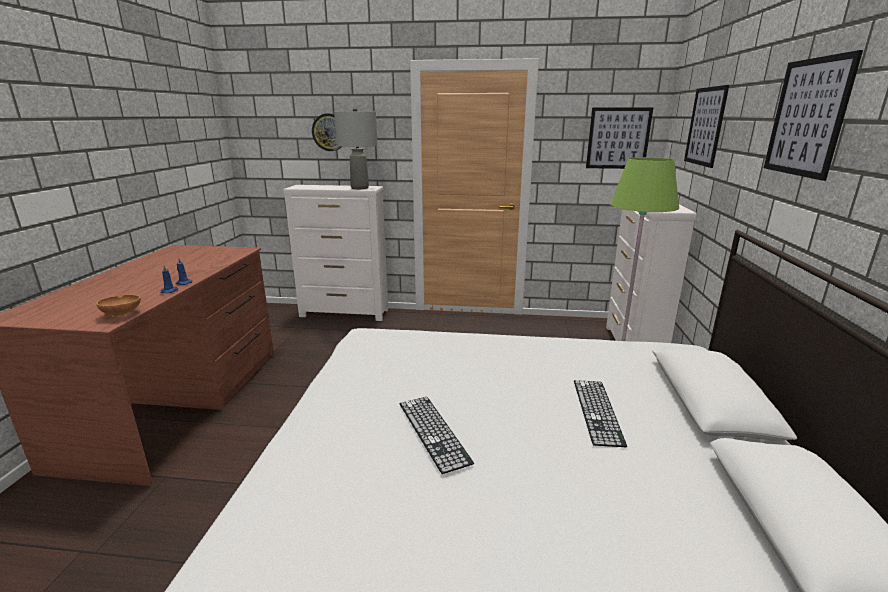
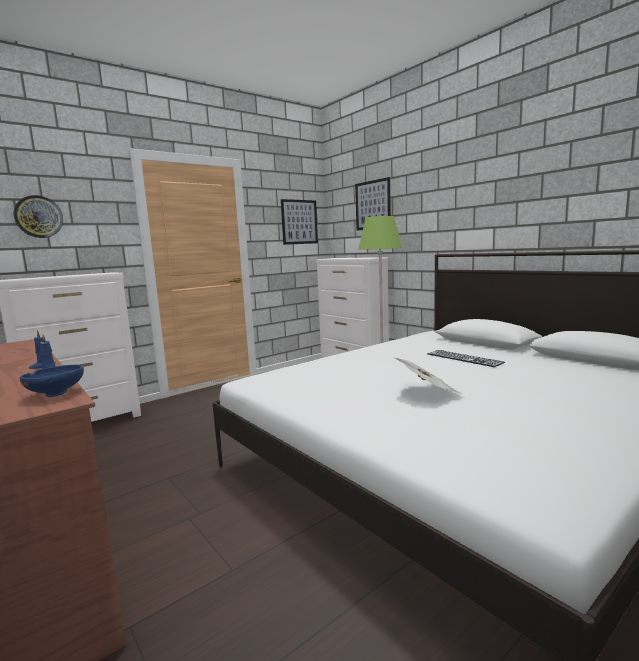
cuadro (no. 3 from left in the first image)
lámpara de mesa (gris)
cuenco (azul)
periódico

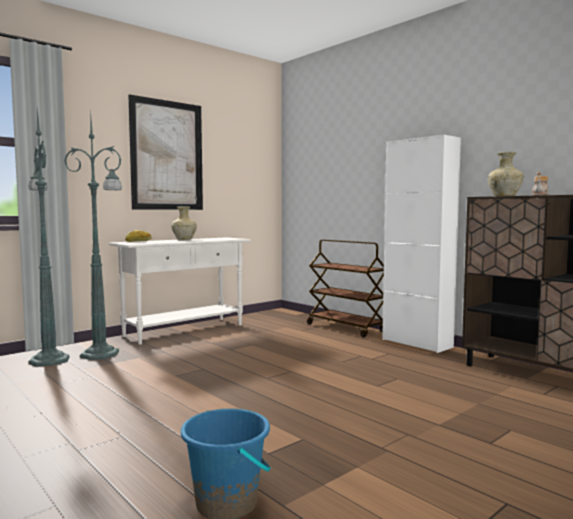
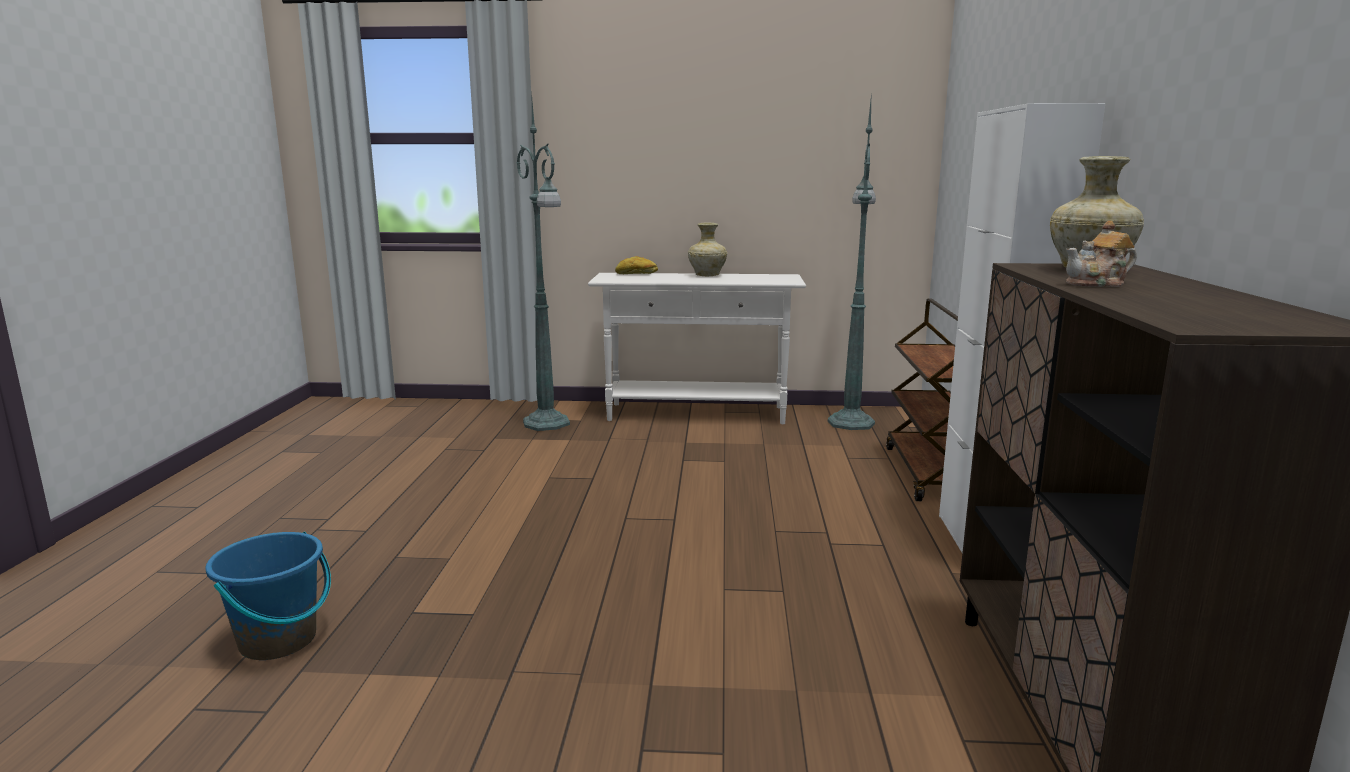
cuadro
lámpara de pie (verde) (no. 2 from left)

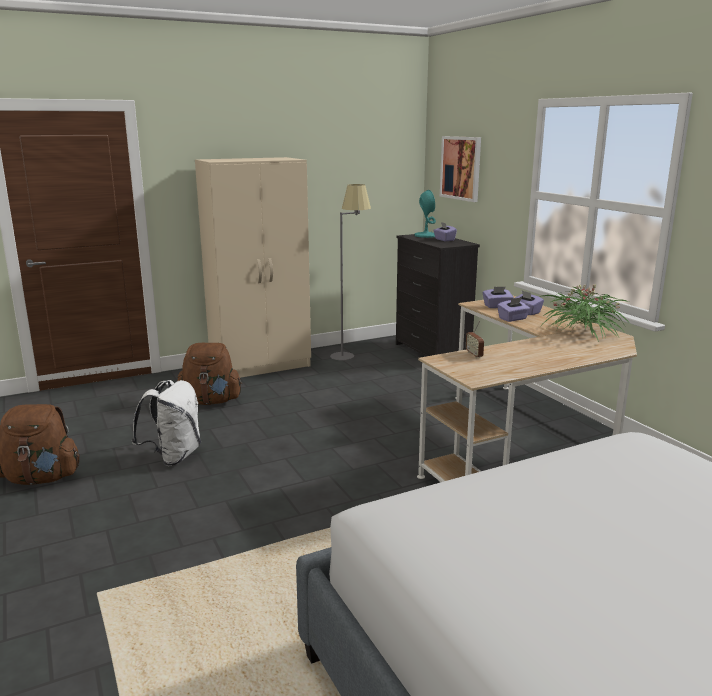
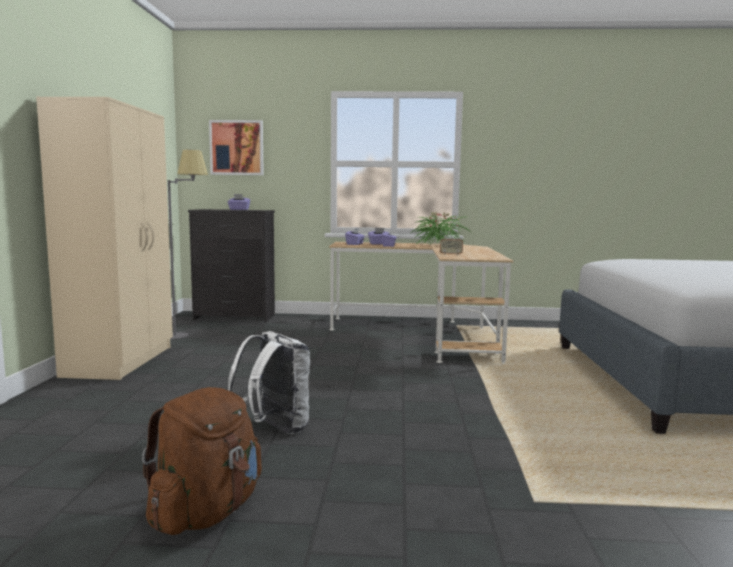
lámpara de mesa (turquesa)
mochila (marrón) (no. 2 from left in the first image)

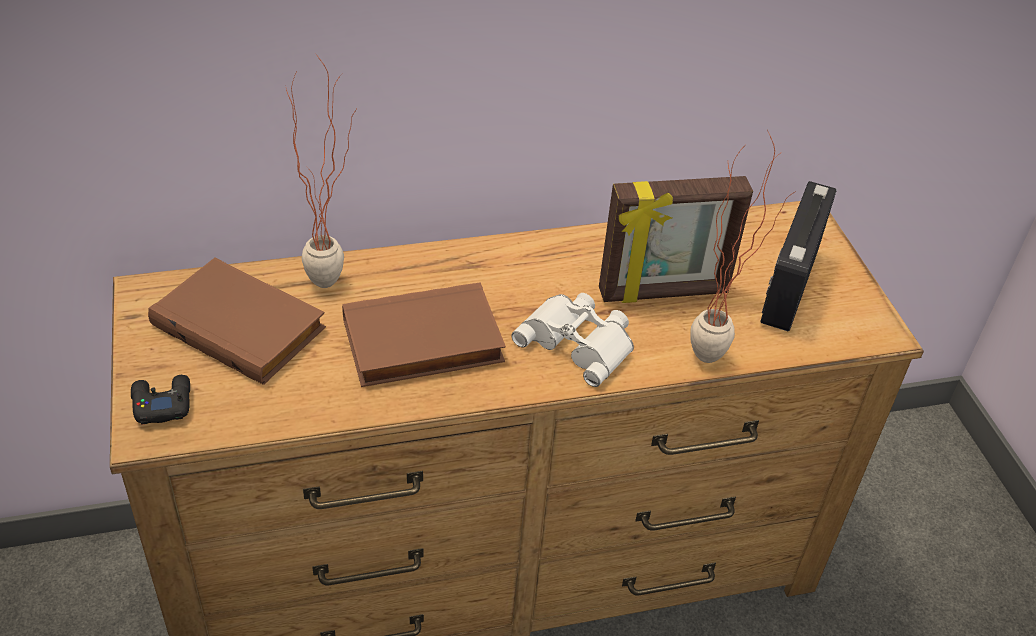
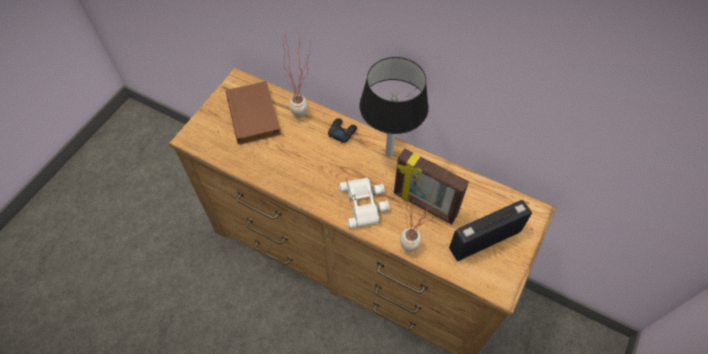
libro (marrón) (no. 2 from left in the first image)
mando de consola (negro)
lámpara de mesa (negro)

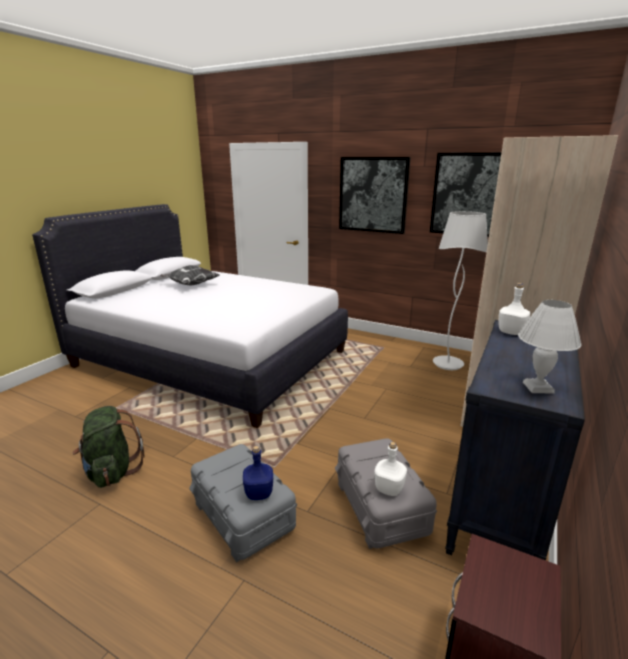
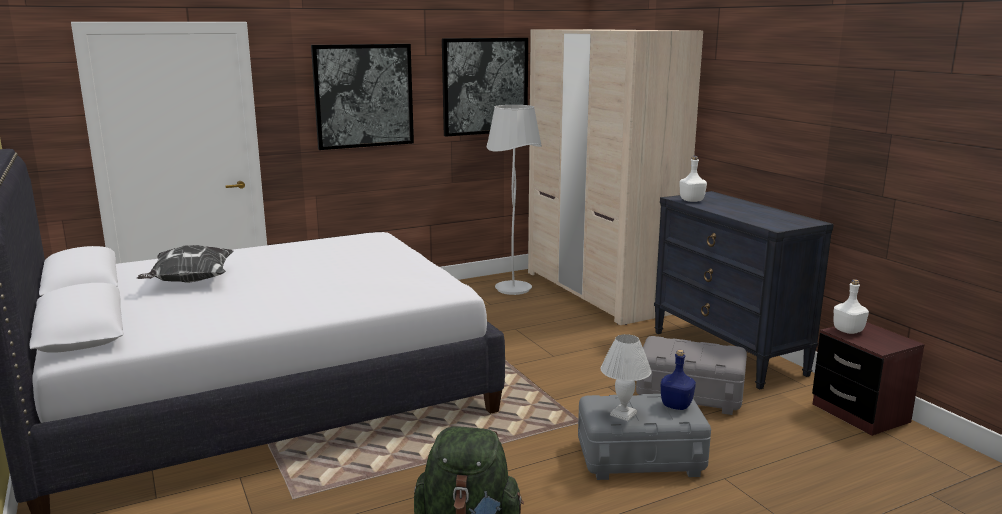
lámpara de mesa (blanco)
botella (blanco) (no. 2 from left)

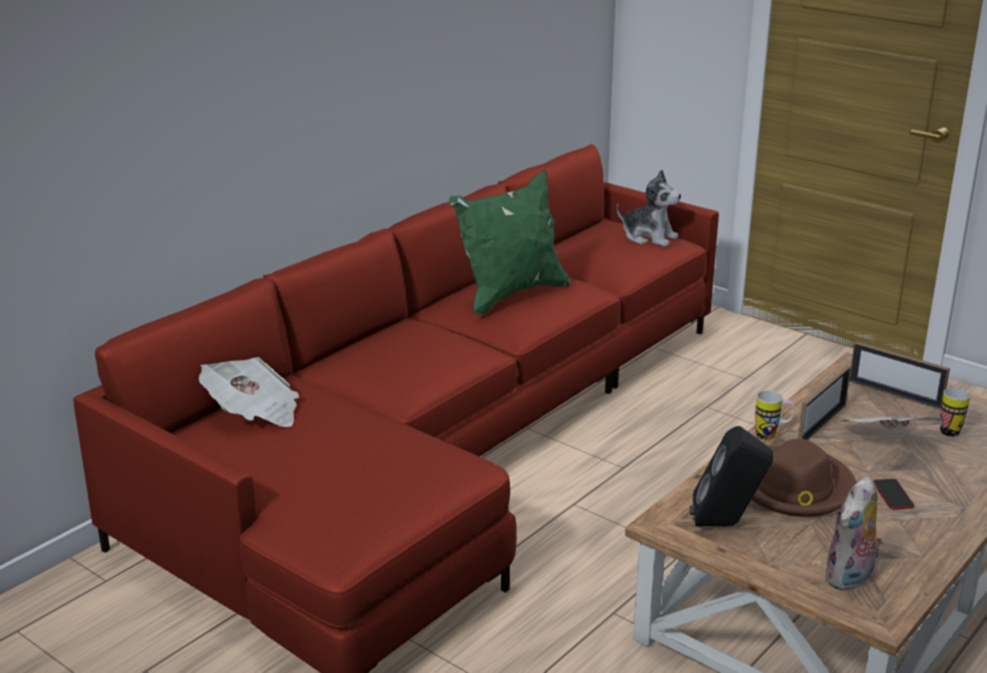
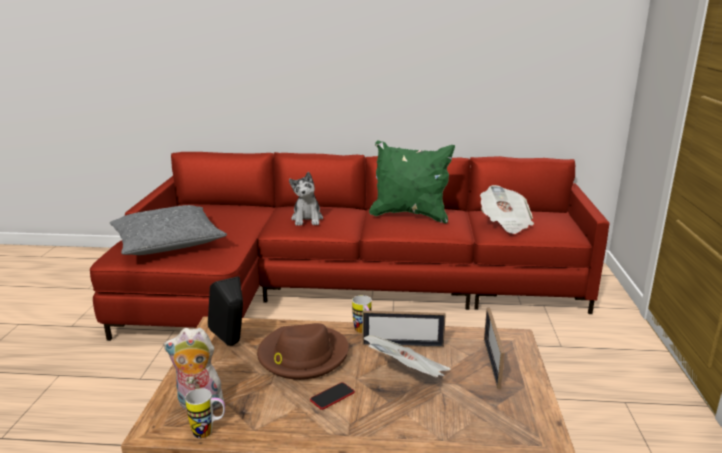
peluche (no. 2 from left)
periódico (no. 2 from left)
taza grande (no. 1 from left)
cojín (gris)

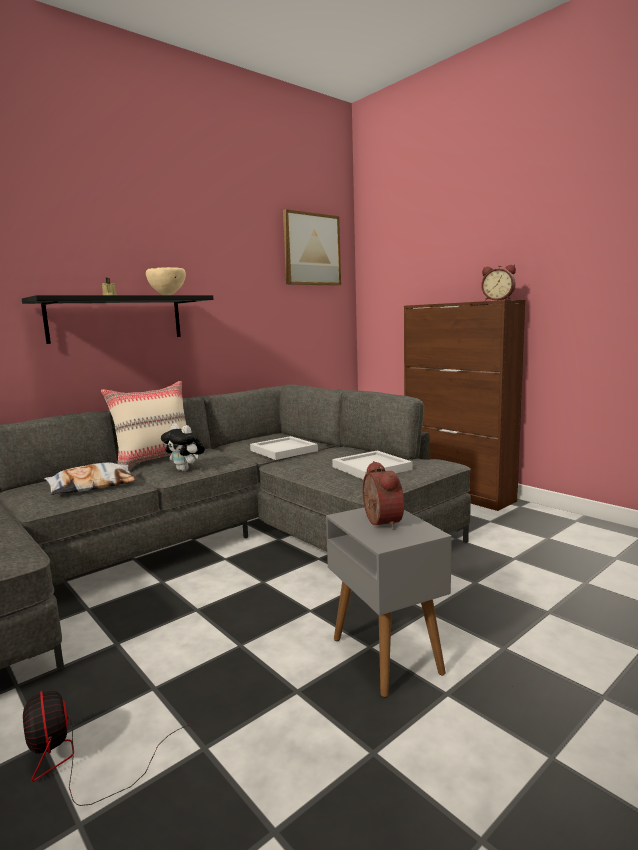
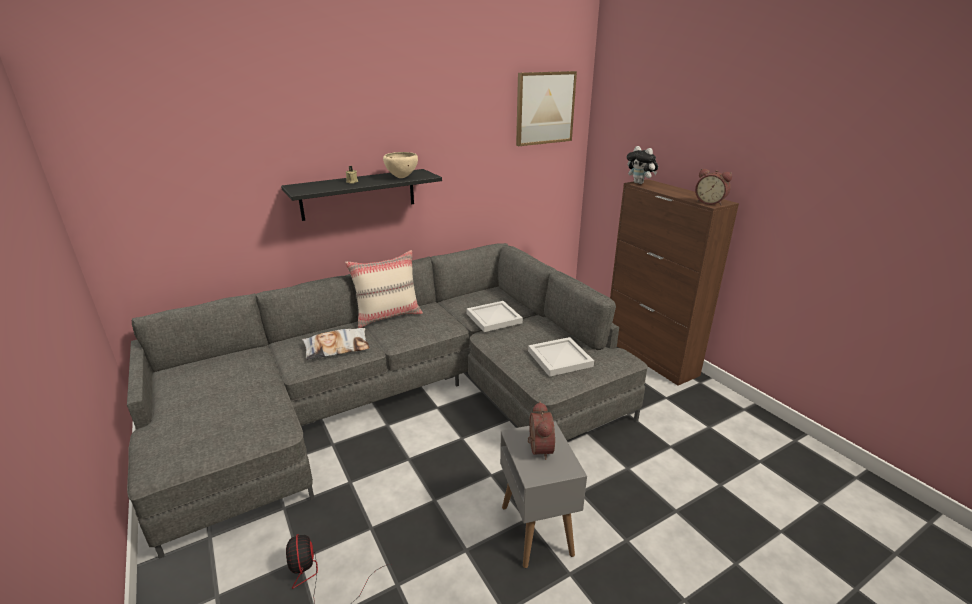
peluche

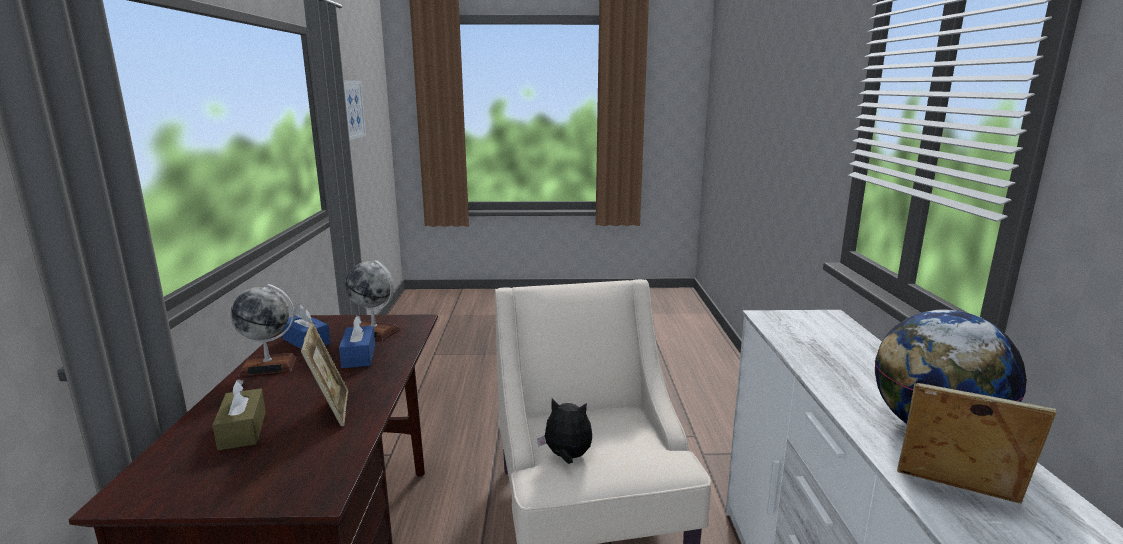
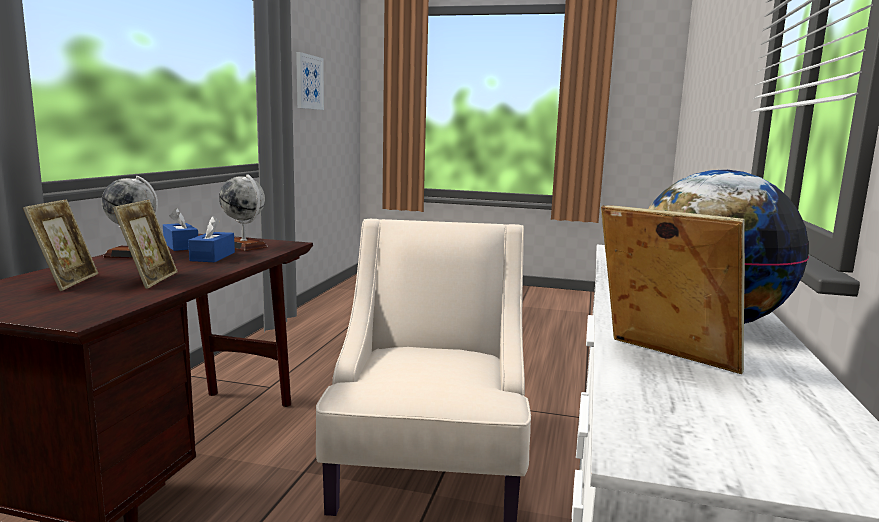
portarretratos (no. 1 from left)
peluche

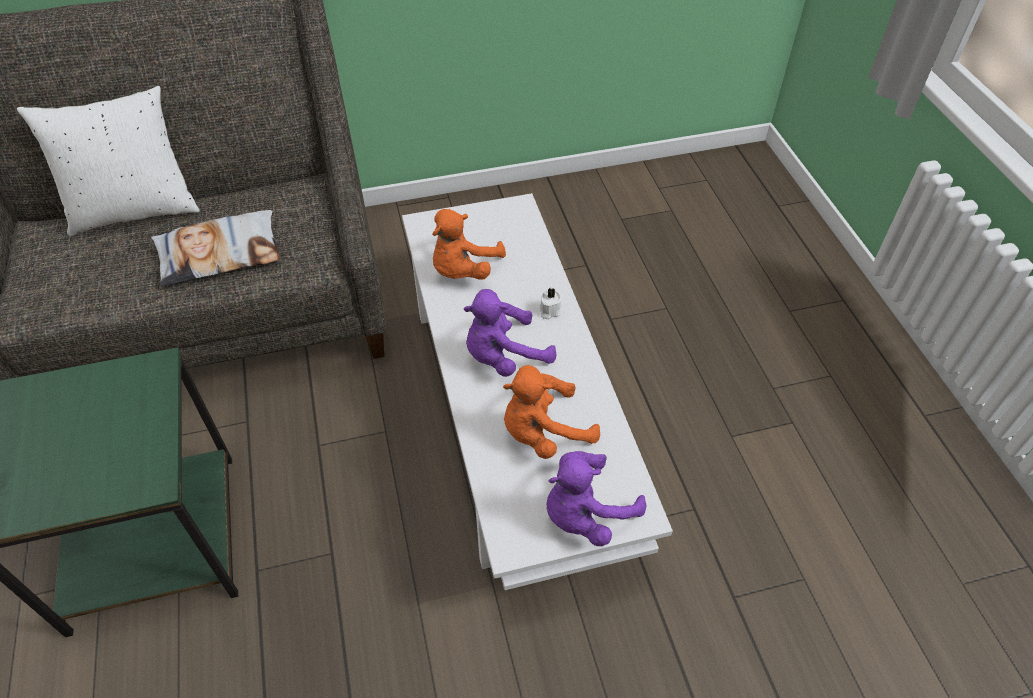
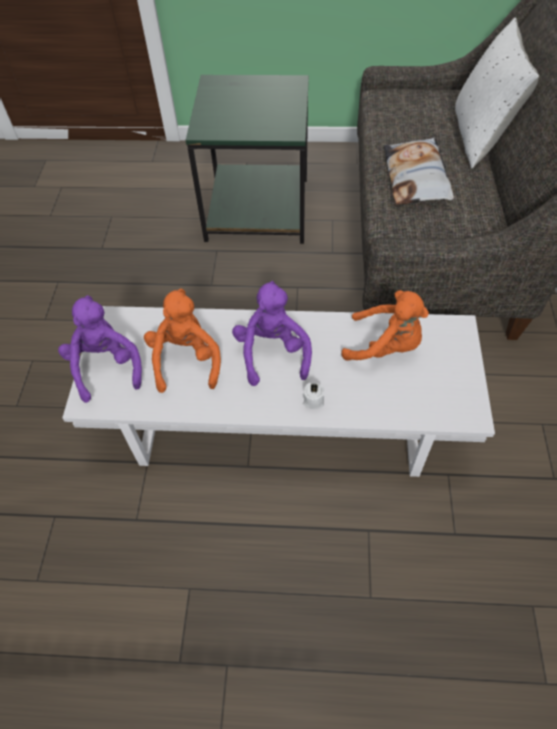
peluche (naranja) (no. 2 from left)

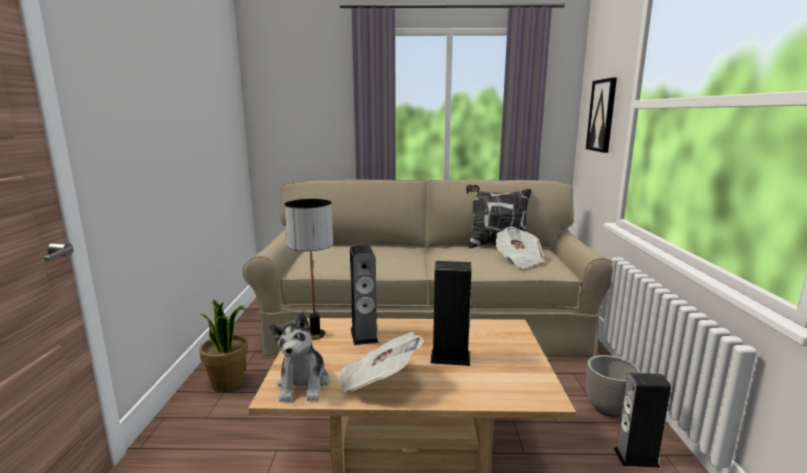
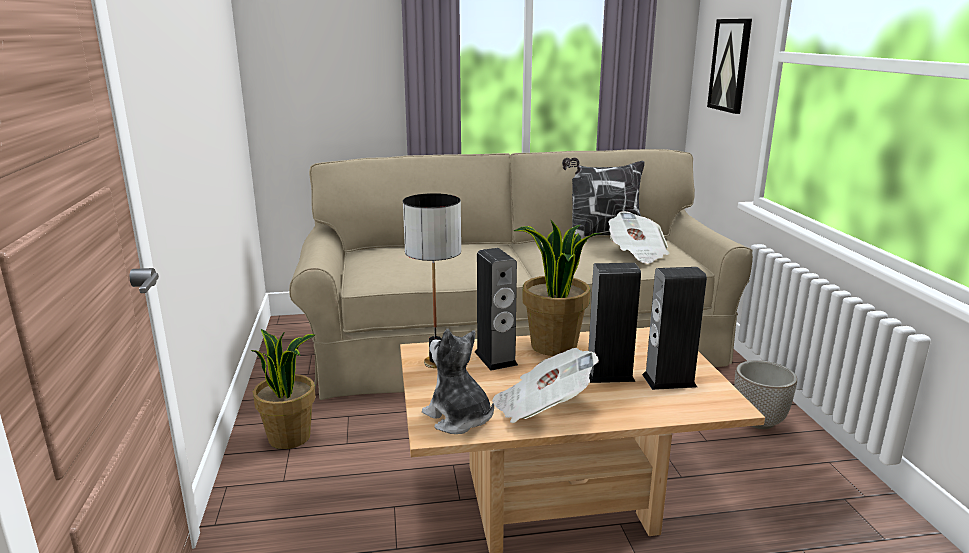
peluche
altavoz (no. 3 from left)
planta en maceta (no. 2 from left)

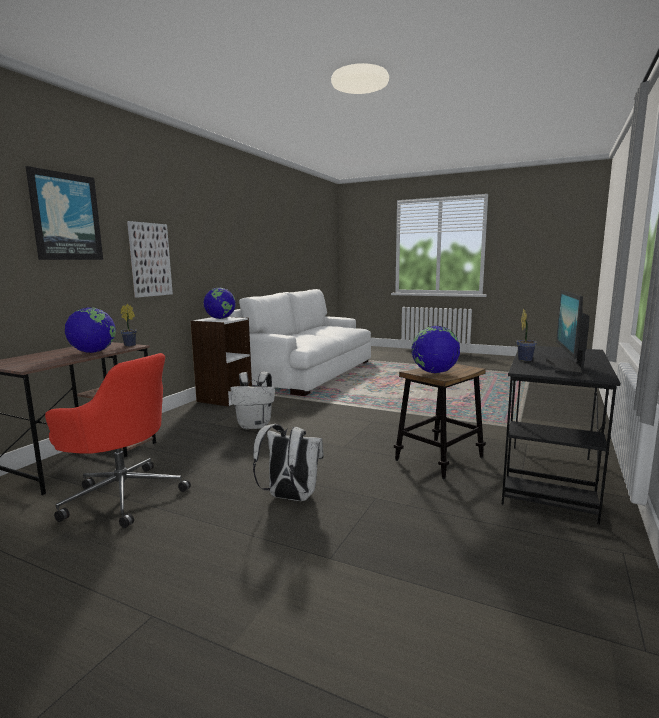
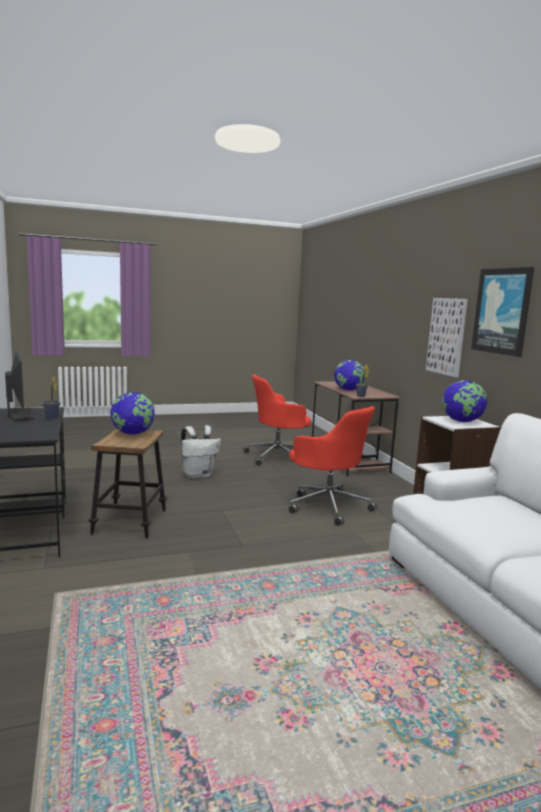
cuadro (no. 2 from left)
silla de oficina (rojo) (no. 2 from left)

